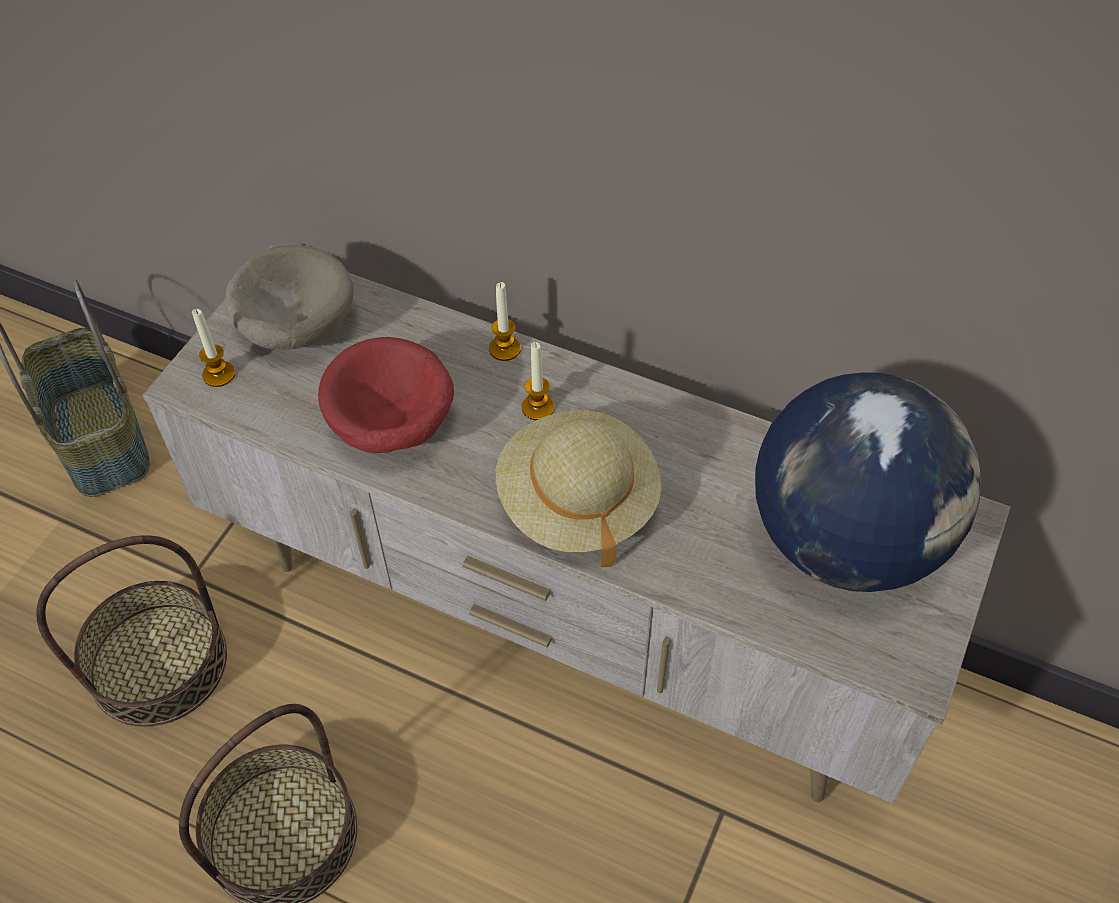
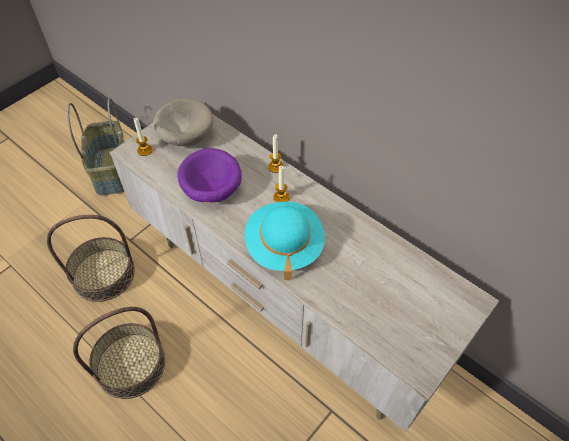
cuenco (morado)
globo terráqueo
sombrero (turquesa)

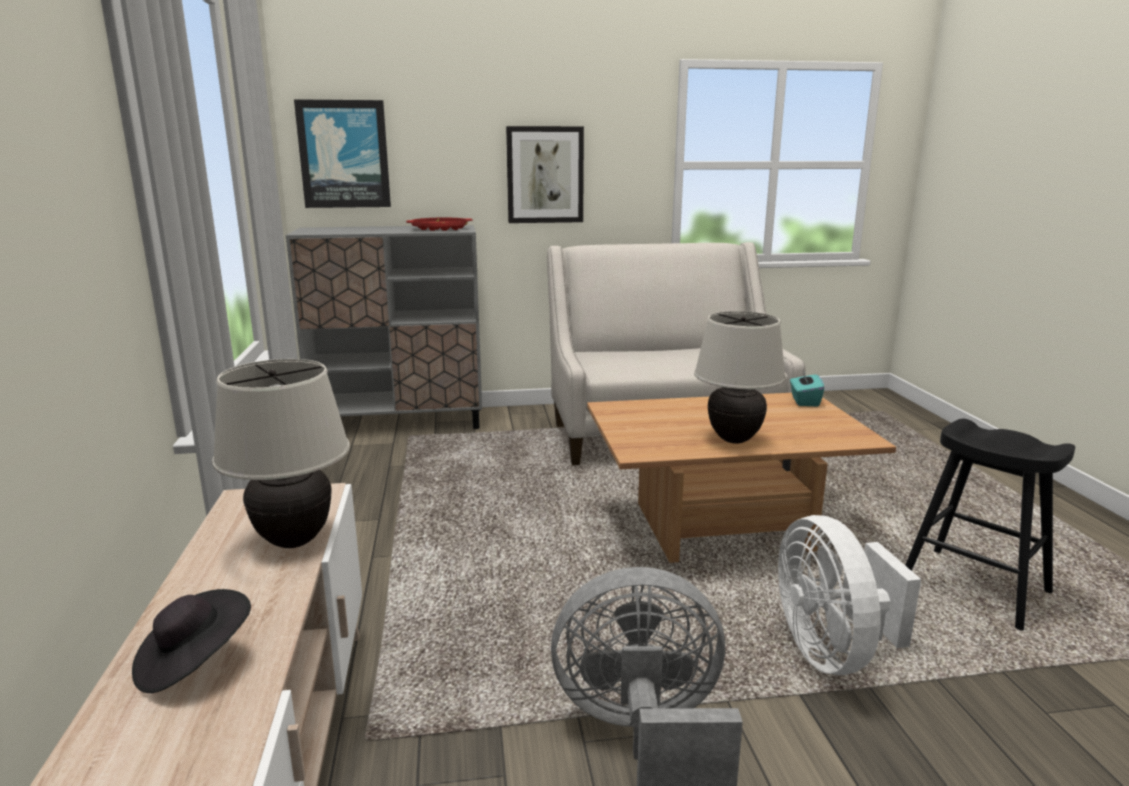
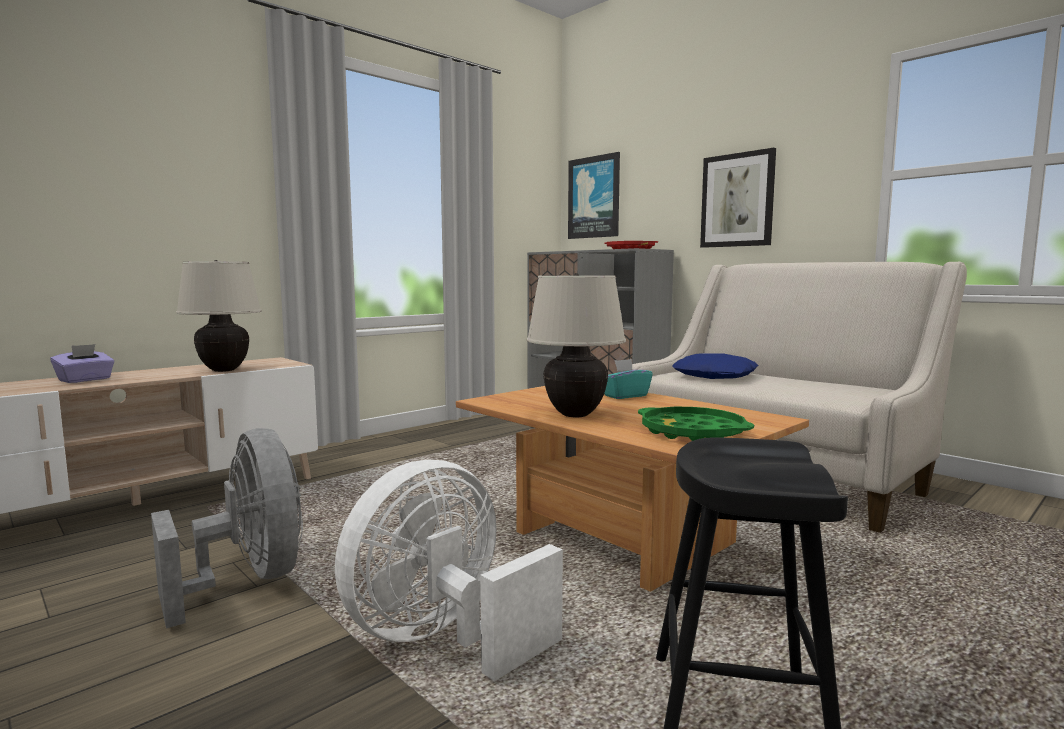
caja de pañuelos (turquesa)
caja de pañuelos (morado)
cojín (azul)
bandeja (verde)

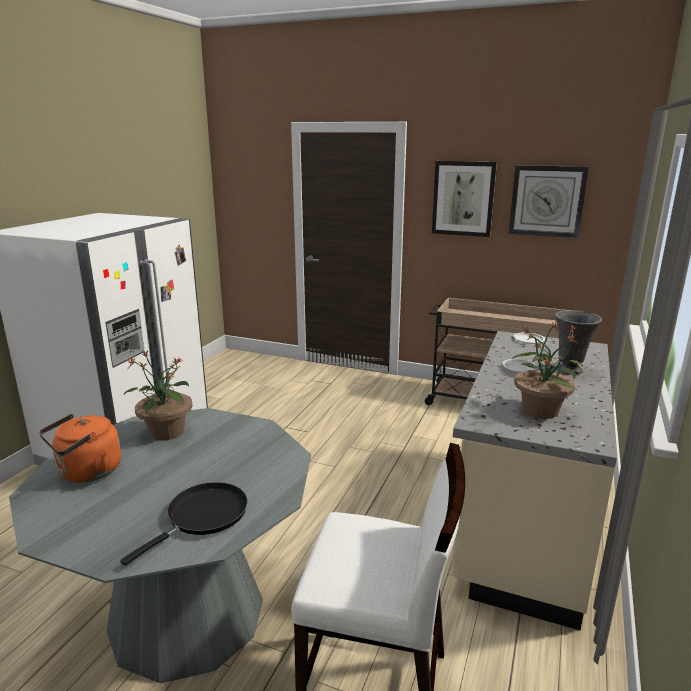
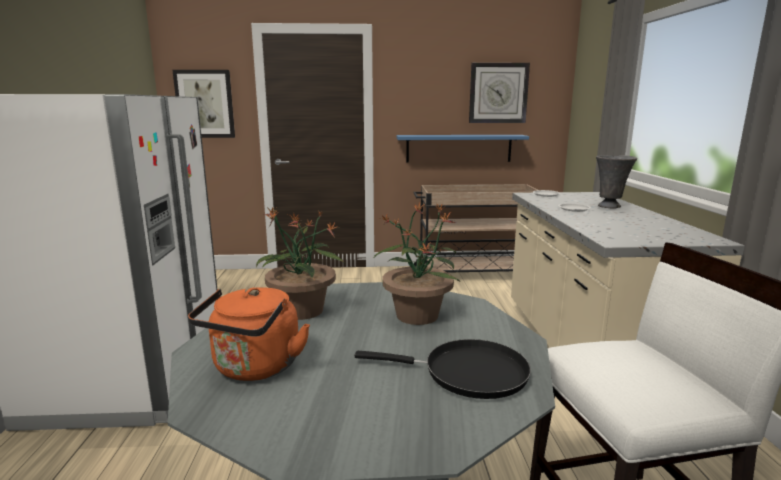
cuadro
planta en maceta (no. 2 from left)
sartén (negro)
estante (azul)

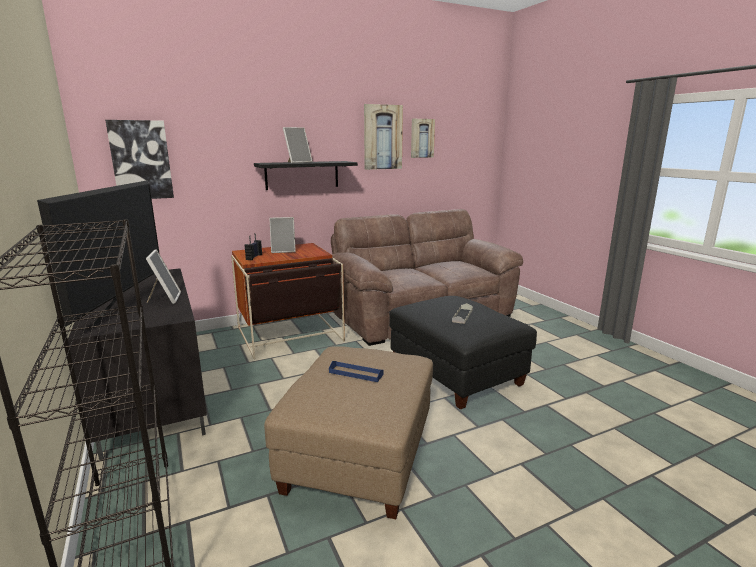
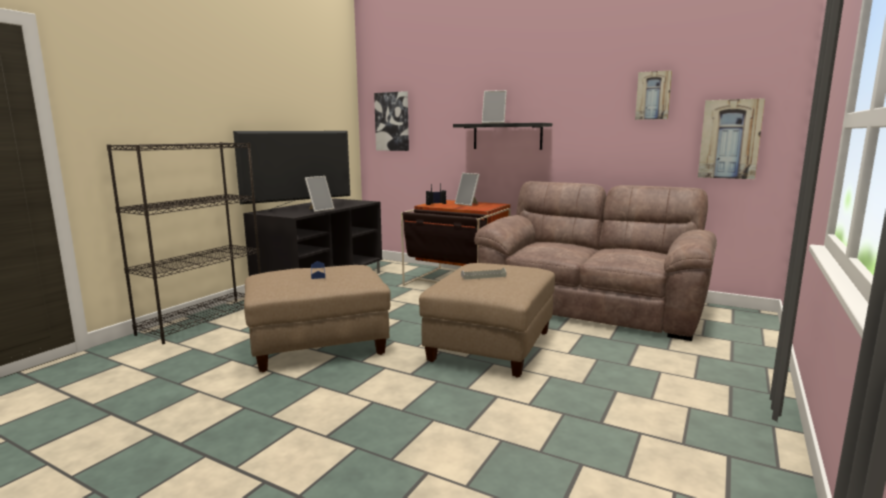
cuadro (no. 3 from left)
puf (beis) (no. 2 from left)

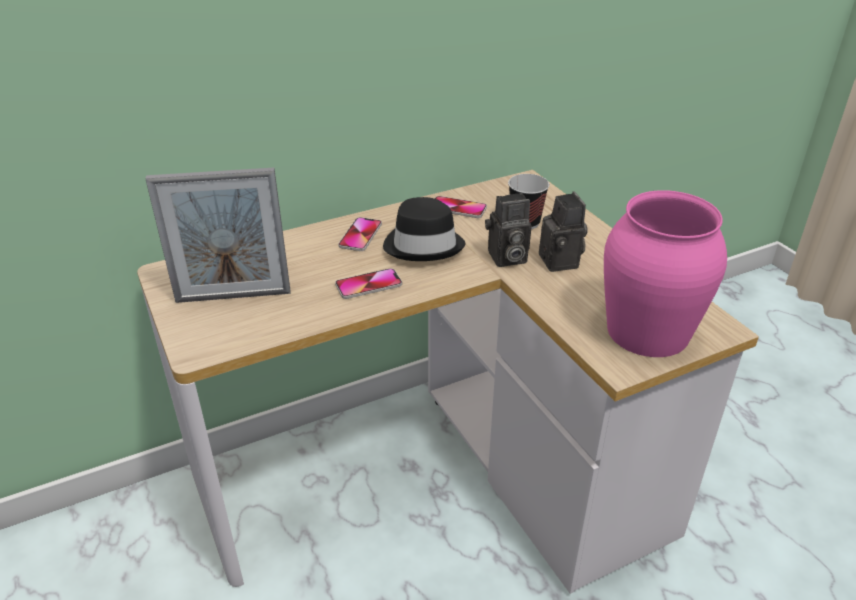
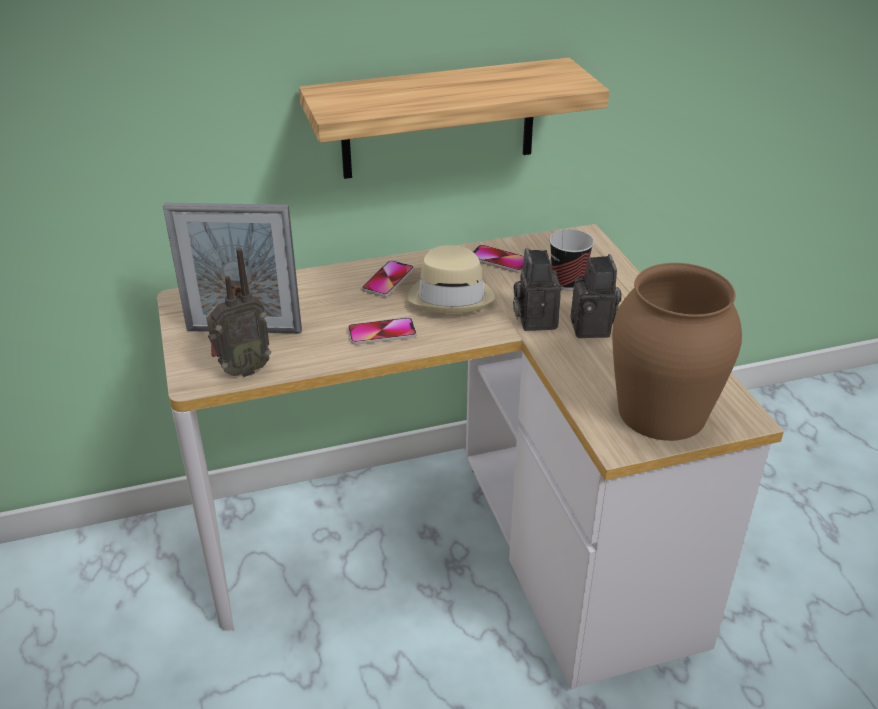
florero (marrón)
cámara (no. 1 from left)
sombrero (beis)
estante
radio

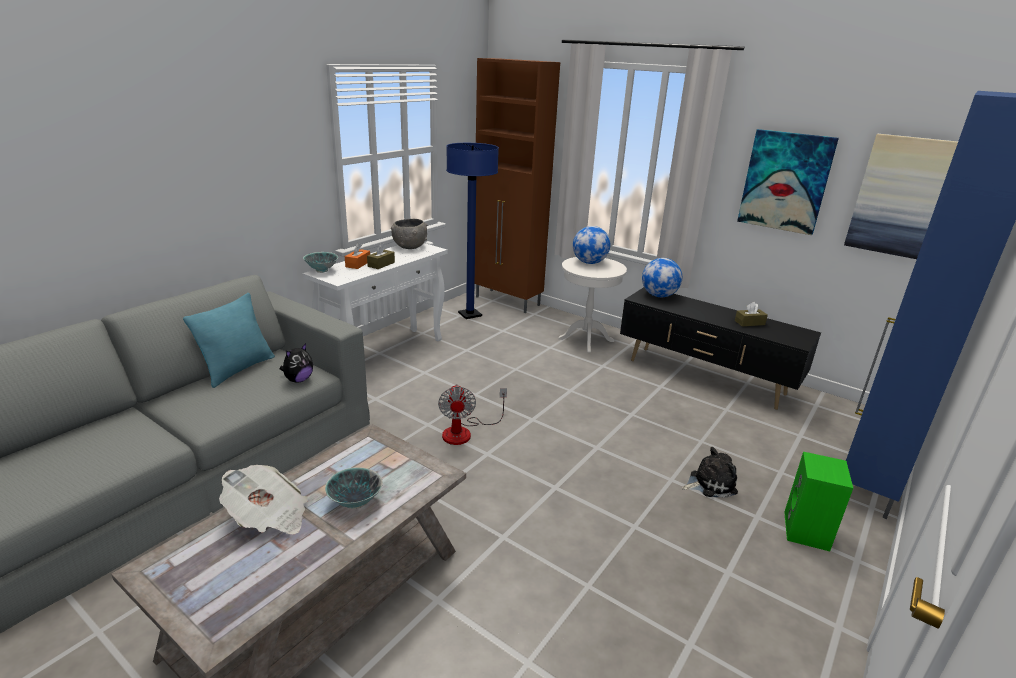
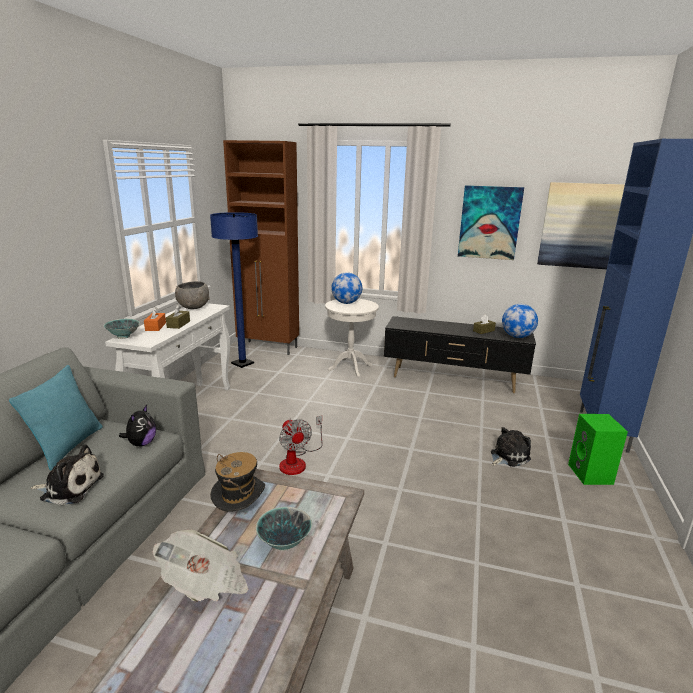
globo terráqueo (no. 2 from left)
peluche (no. 1 from left)
sombrero

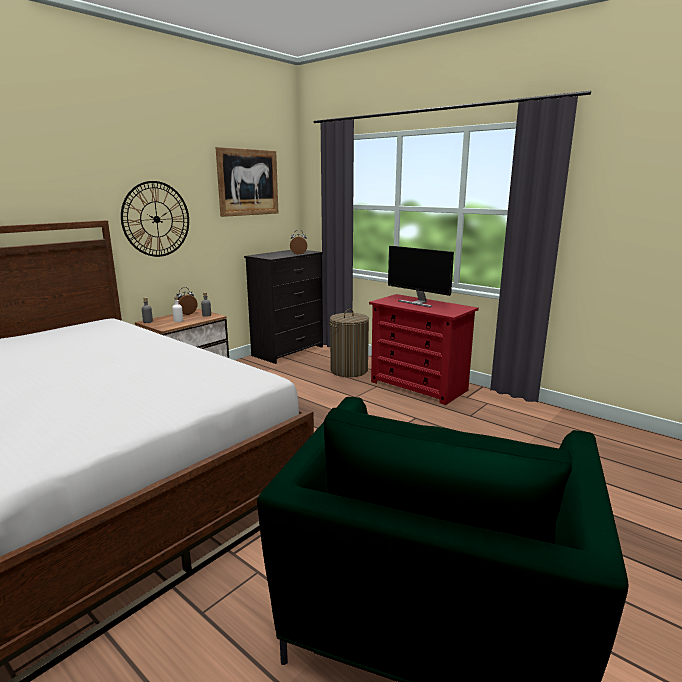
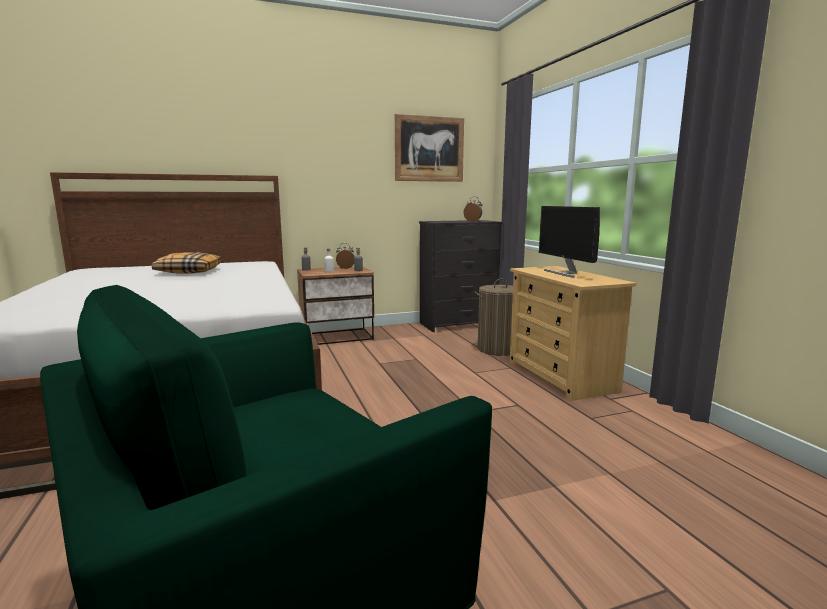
reloj de pared
cómoda (beis)
cojín

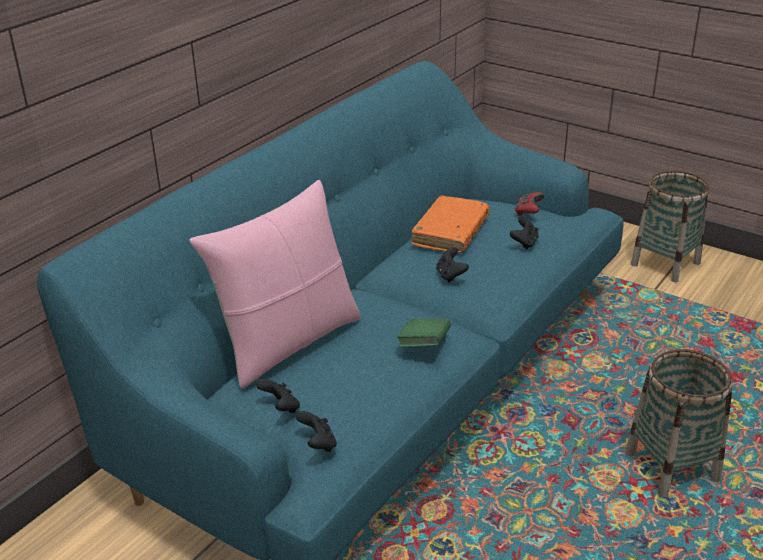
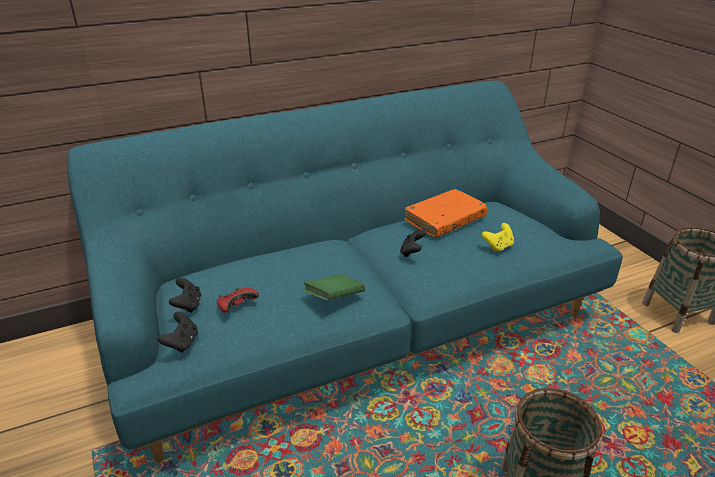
cojín (rosa)
mando de consola (rojo)
mando de consola (amarillo)

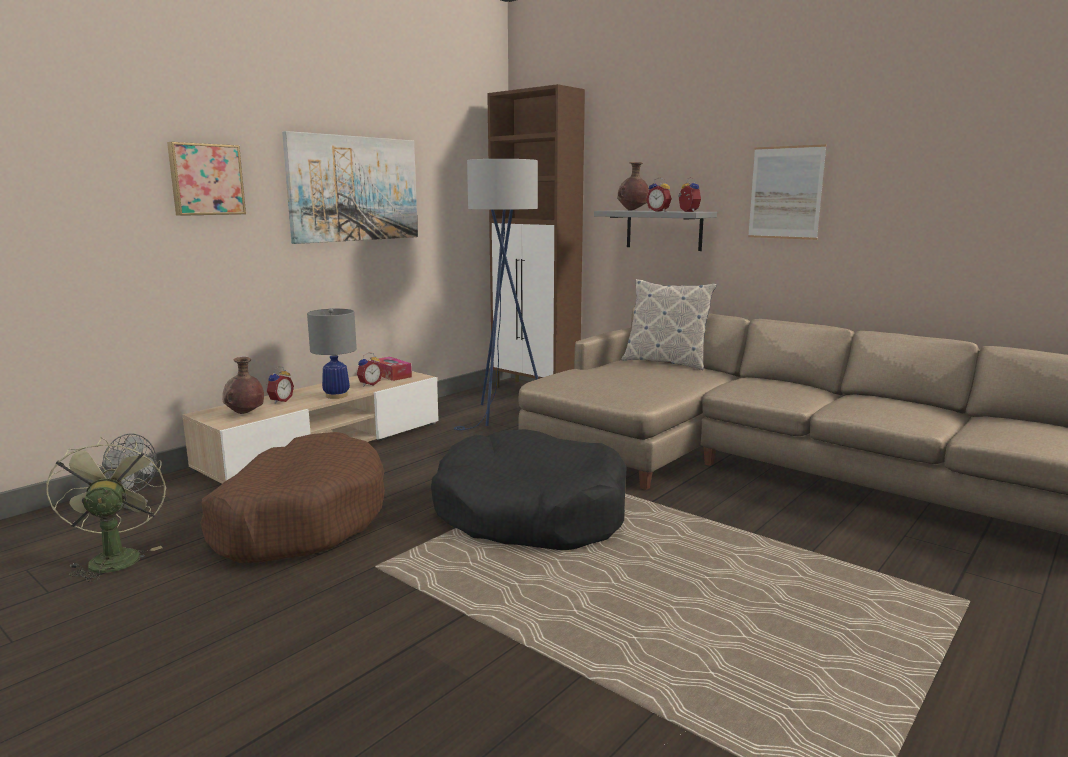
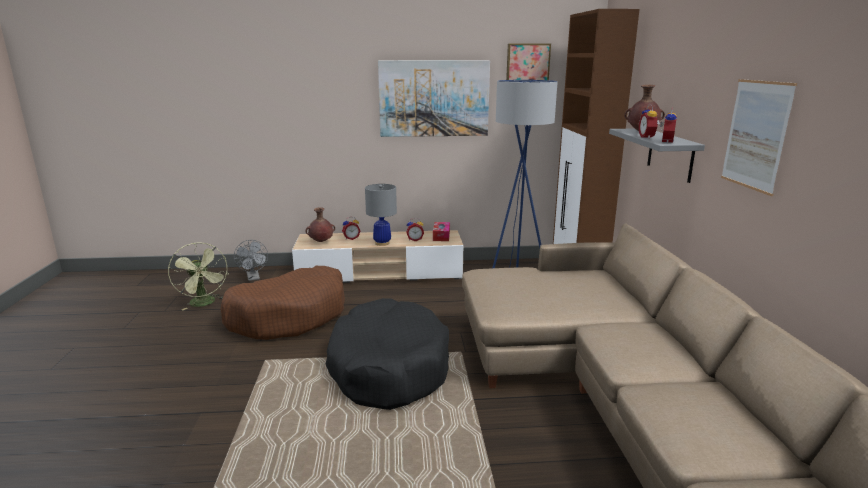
cuadro (no. 2 from left)
cojín
ventilador (verde)

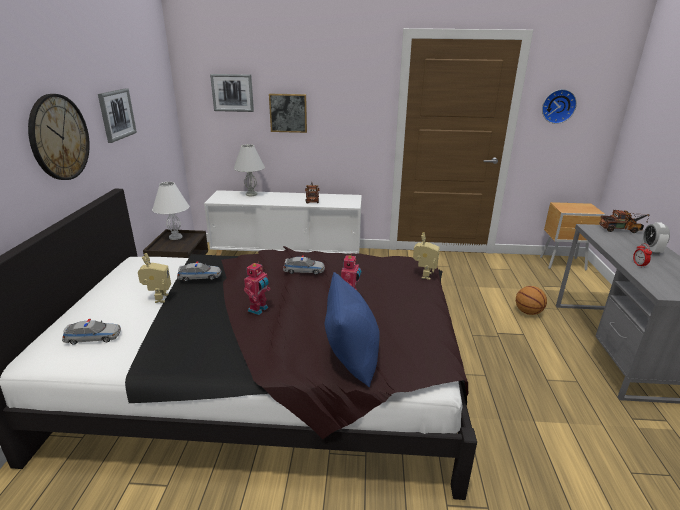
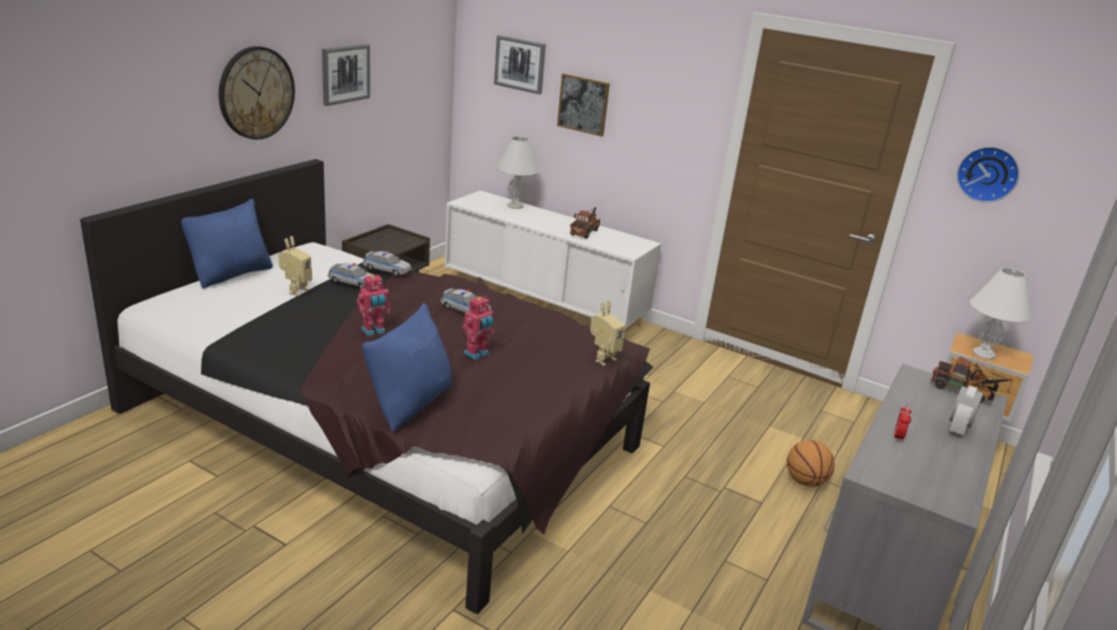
lámpara de mesa (blanco) (no. 2 from left)
coche de juguete (no. 2 from left)
cojín (azul) (no. 1 from left)

